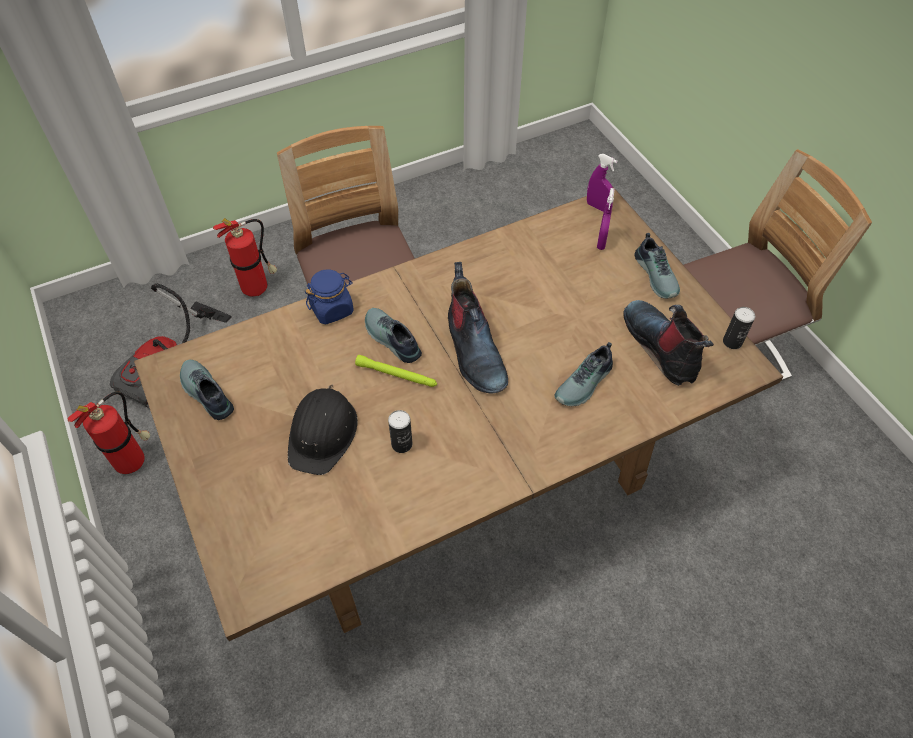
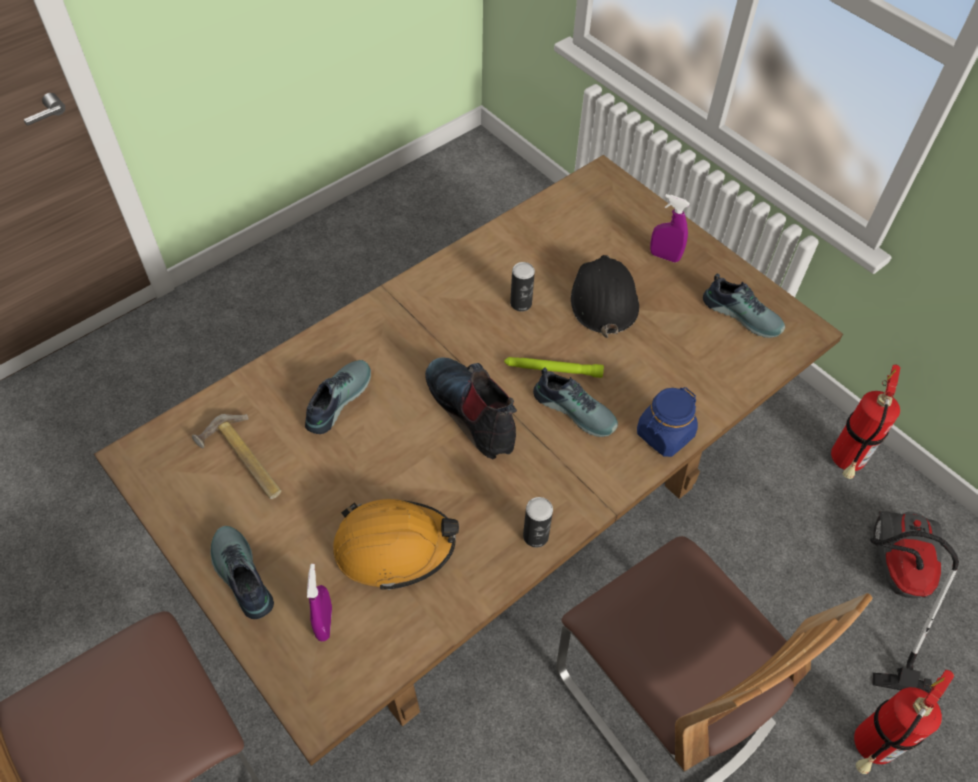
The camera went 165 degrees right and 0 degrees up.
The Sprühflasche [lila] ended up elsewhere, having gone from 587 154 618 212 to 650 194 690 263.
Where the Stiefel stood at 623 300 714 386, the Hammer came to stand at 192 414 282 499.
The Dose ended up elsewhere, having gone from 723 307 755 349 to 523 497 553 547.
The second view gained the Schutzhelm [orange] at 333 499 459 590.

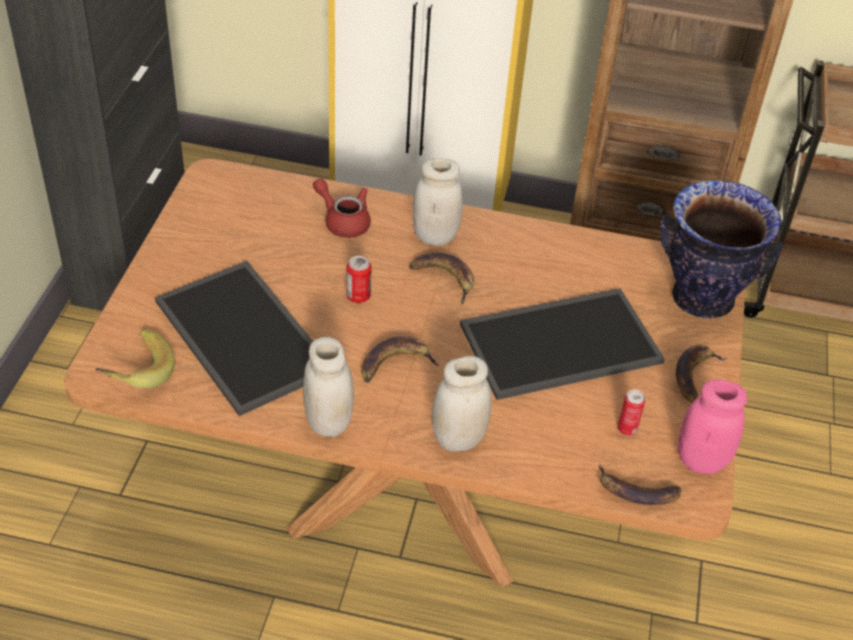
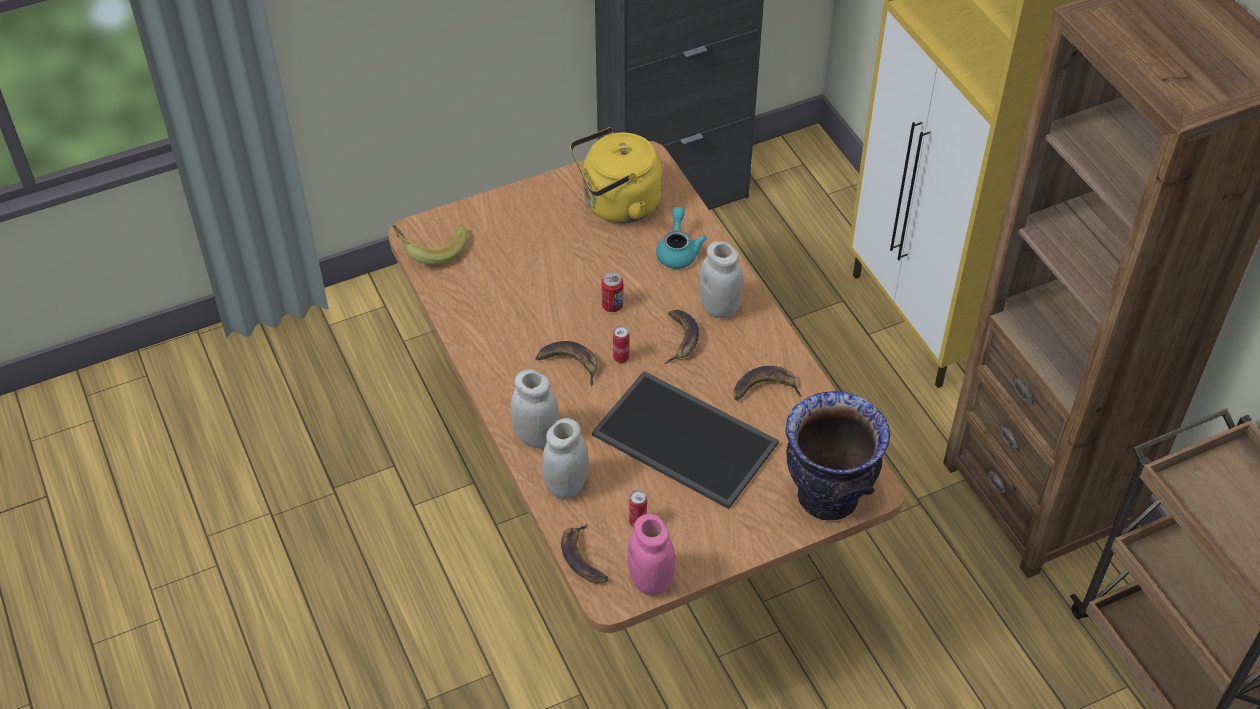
The camera went 55 degrees right and 5 degrees up.
What was the Teekanne [rot] at 313 178 371 238 turned into the Teekanne [türkis] at 656 207 707 269.
The second view lost the Tablett at 155 261 313 416.
The Vorratsglas [weiß] ended up elsewhere, having gone from 303 337 354 437 to 542 418 589 499.
The Banane ended up elsewhere, having gone from 676 345 727 403 to 733 366 802 401.
The second view gained the Wasserkessel [gelb] at 570 127 662 223.
The second view gained the Dose at 613 326 630 363.

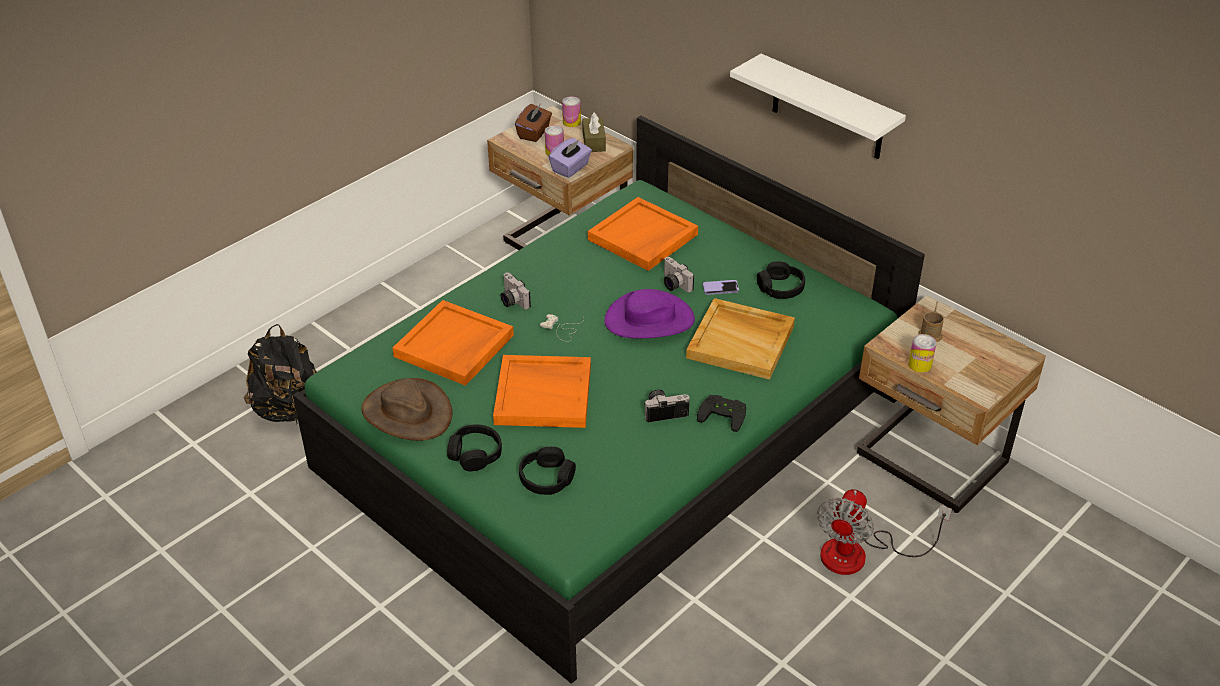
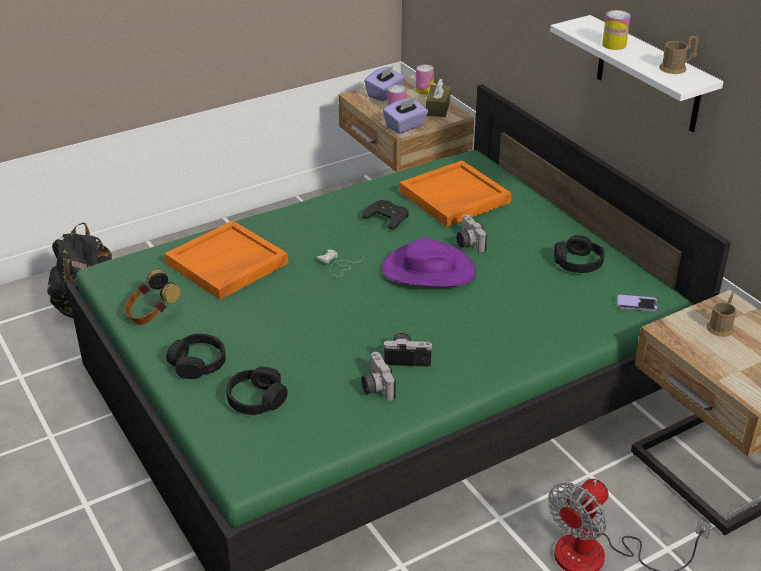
The camera went 15 degrees right and 5 degrees down.
What was the Taschentuchbox [braun] at 515 104 552 142 turned into the Taschentuchbox [lila] at 365 65 405 101.
The Kamera ended up elsewhere, having gone from 501 272 531 309 to 362 352 396 401.
The Handy ended up elsewhere, having gone from 703 280 739 295 to 617 295 657 312.
The second view lost the Tablett [beige] at 686 298 795 380.
The Dose ended up elsewhere, having gone from 908 334 937 373 to 602 10 631 50.
The second view lost the Tablett [orange] at 493 355 591 428.
Where the Hut [braun] stood at 361 378 453 441, the Kopfhörer came to stand at 124 270 181 325.
The Gamepad [schwarz] ended up elsewhere, having gone from 697 395 746 432 to 362 200 409 230.
The second view gained the Henkelbecher [braun] at 659 36 699 74.

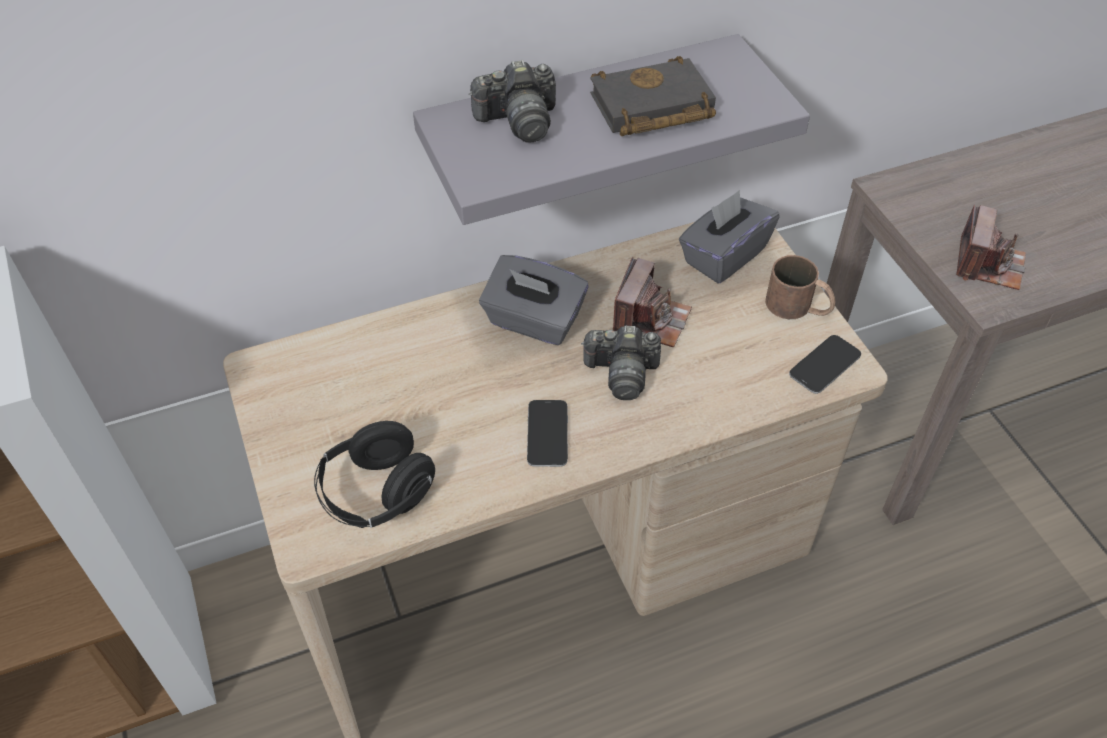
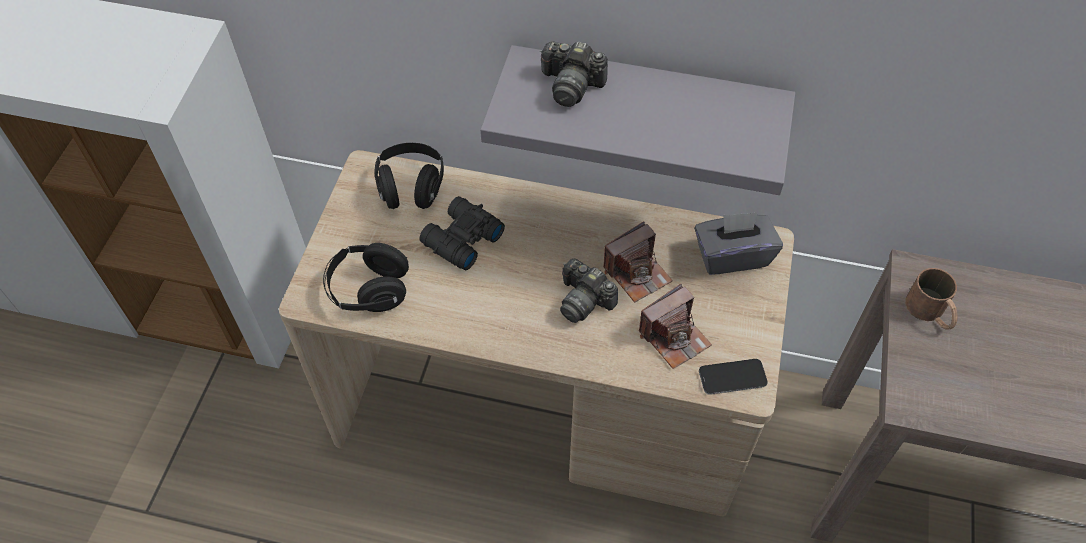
The camera went 35 degrees right and 5 degrees up.
The second view lost the Buch [schwarz] at 590 56 716 136.
The Kamera ended up elsewhere, having gone from 956 205 1026 290 to 639 283 712 369.
The second view lost the Taschentuchbox [grau] at 479 255 589 345.
The Henkelbecher [braun] ended up elsewhere, having gone from 765 255 835 319 to 905 268 958 330.
The second view lost the Handy at 527 400 568 467.
The second view gained the Kopfhörer [schwarz] at 375 143 444 209.
The second view gained the Fernglas [schwarz] at 420 196 505 270.

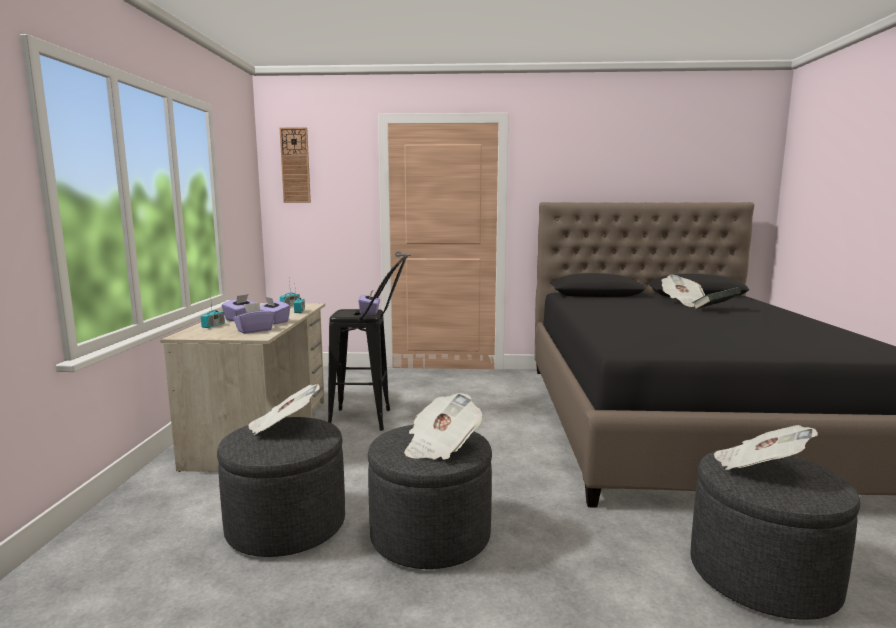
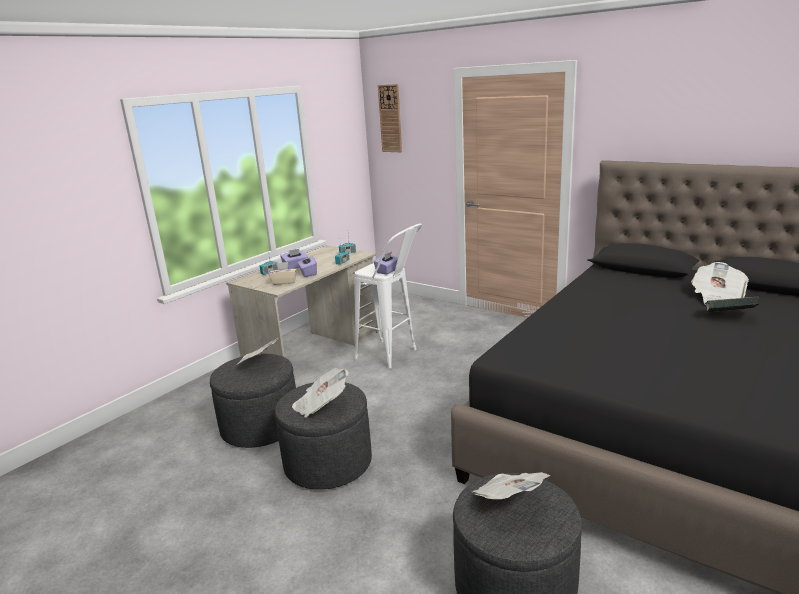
The camera went 35 degrees right and 10 degrees up.
What was the Hocker [schwarz] at 328 255 408 431 turned into the Hocker [weiß] at 354 223 422 368.
What was the Taschentuchbox [lila] at 233 302 275 334 turned into the Taschentuchbox [beige] at 269 262 297 285.

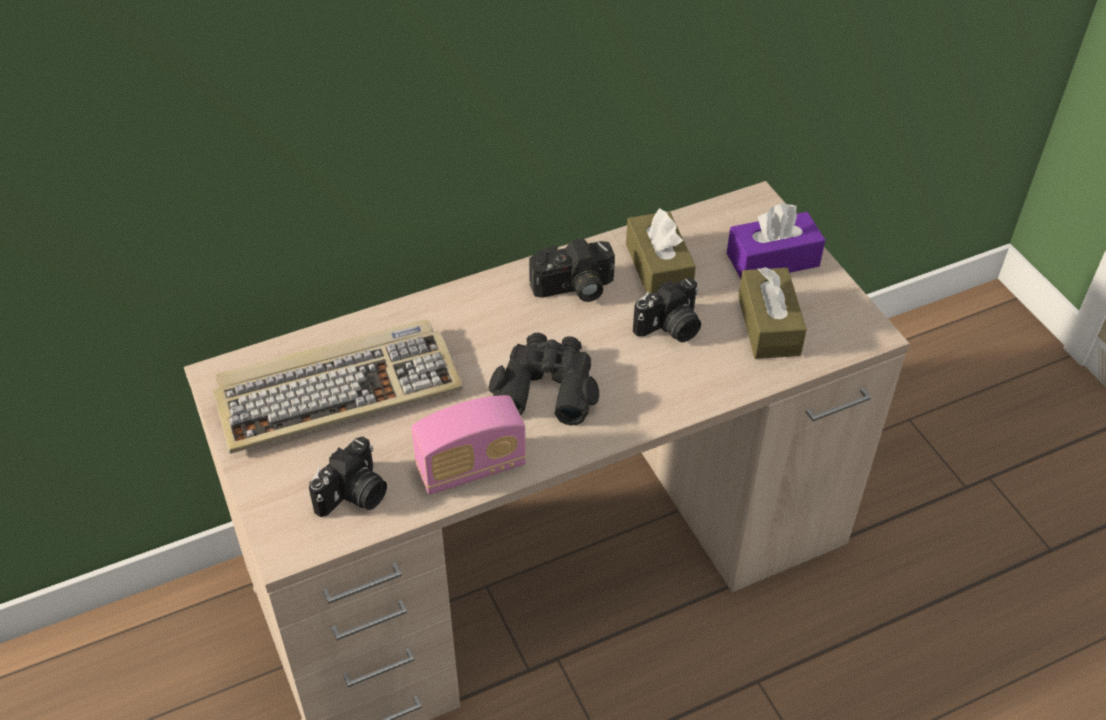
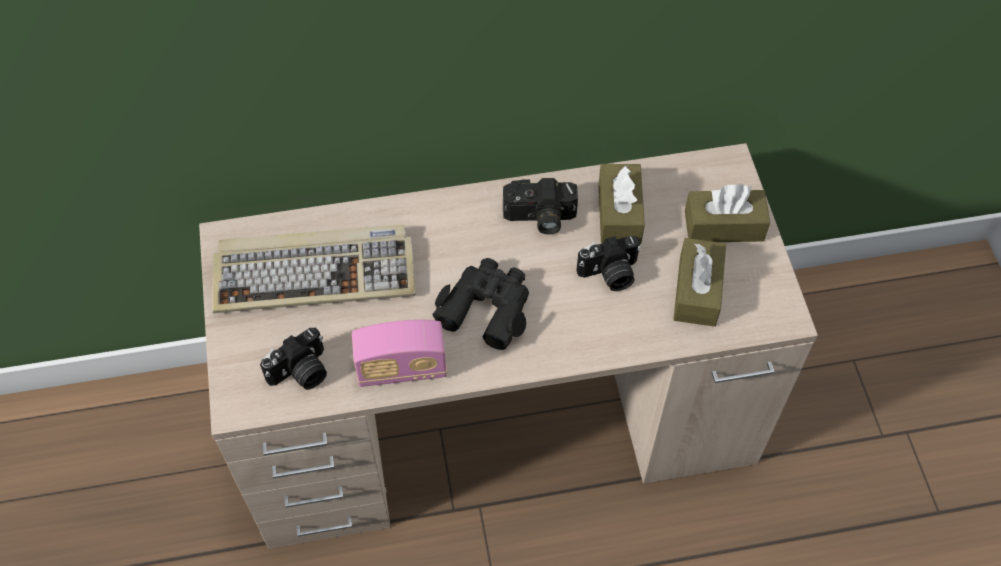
The camera went 15 degrees right and 10 degrees up.
What was the Taschentuchbox [lila] at 727 203 825 279 turned into the Taschentuchbox [braun] at 685 184 770 242.

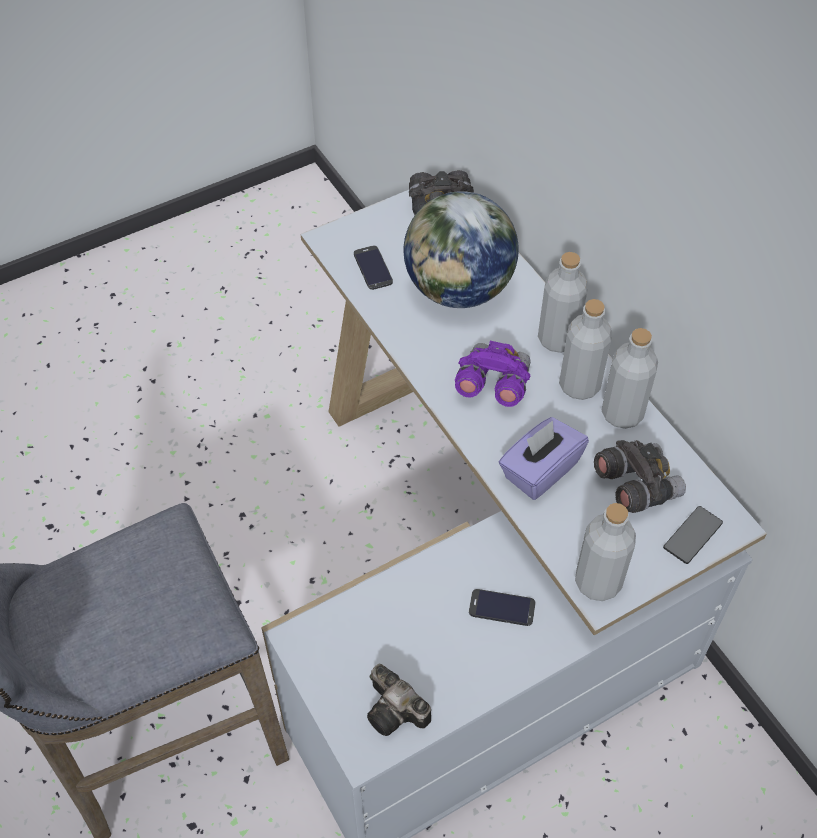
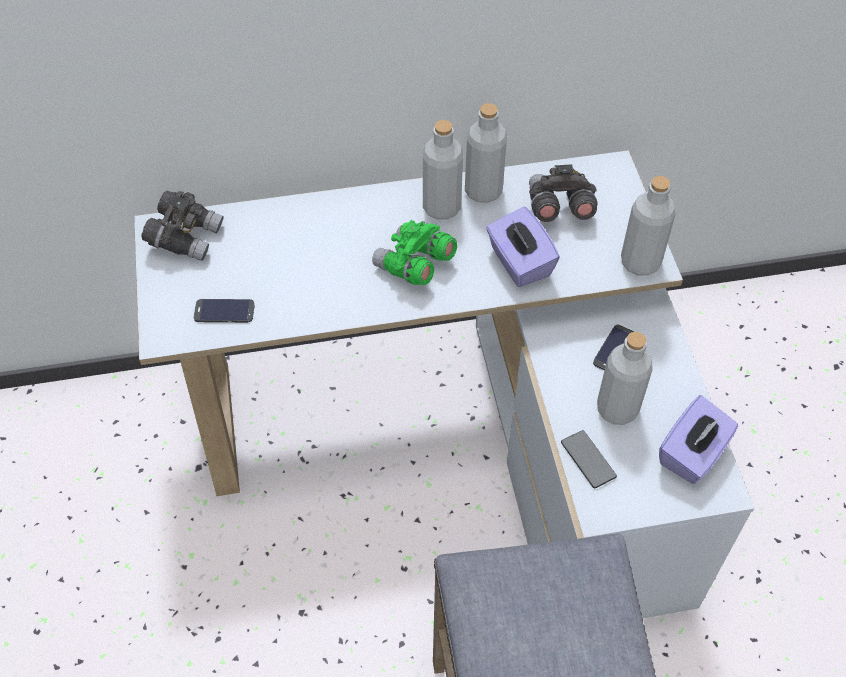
The camera went 70 degrees left and 0 degrees up.
The second view lost the Globus at 403 191 519 308.
The Flasche [grau] ended up elsewhere, having gone from 538 252 588 353 to 597 332 653 425.
What was the Fernglas [lila] at 455 341 531 407 turned into the Fernglas [grün] at 372 220 457 285.
The Handy ended up elsewhere, having gone from 663 506 723 564 to 561 430 617 488.
Where the Kamera stood at 367 664 431 736, the Taschentuchbox [lila] came to stand at 659 395 738 484.

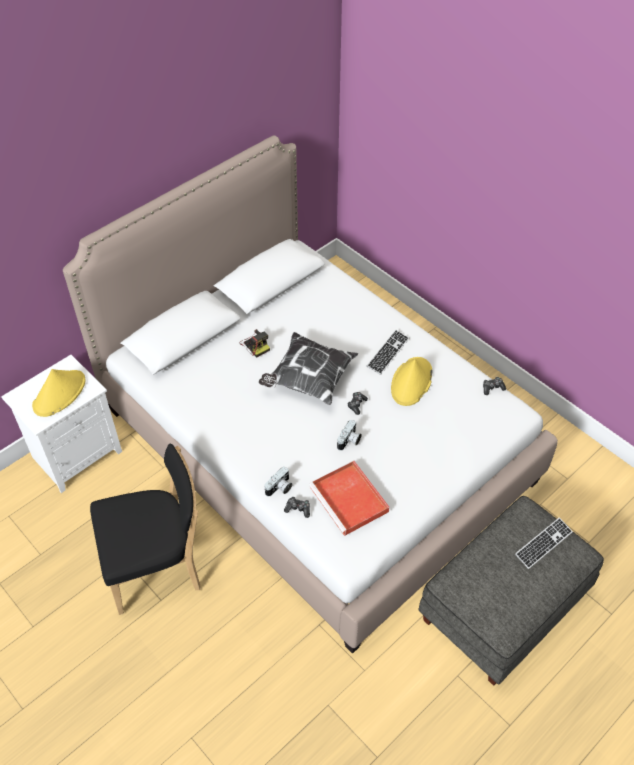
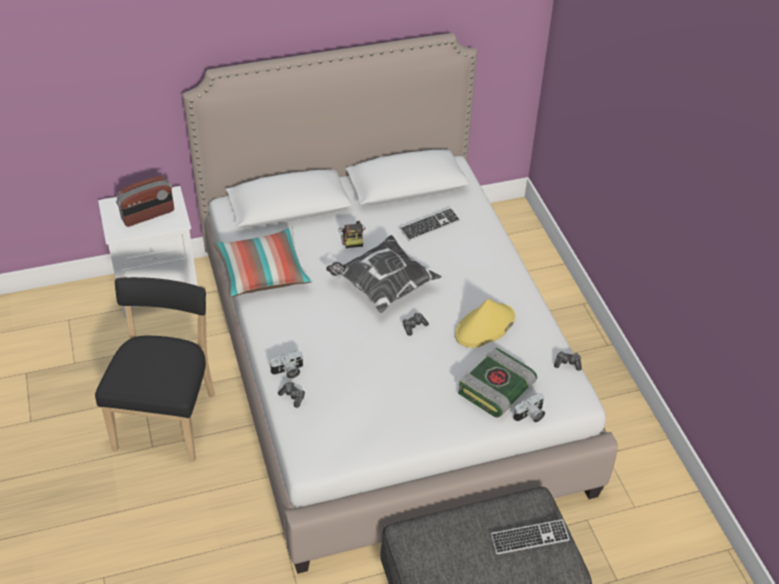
The camera went 25 degrees right and 5 degrees down.
The Tastatur ended up elsewhere, having gone from 366 330 409 375 to 400 208 460 241.
Where the Hut [gelb] stood at 32 369 85 417, the Radio came to stand at 116 175 174 227.
The Kamera ended up elsewhere, having gone from 337 420 362 451 to 513 393 545 422.
The Stuhl [schwarz] at 90 444 201 615 ended up facing another way, 90 degrees counterclockwise from before.
The second view lost the Tablett [rot] at 309 461 390 536.
The second view gained the Kissen at 213 227 312 298.
The second view gained the Buch at 458 347 537 418.

